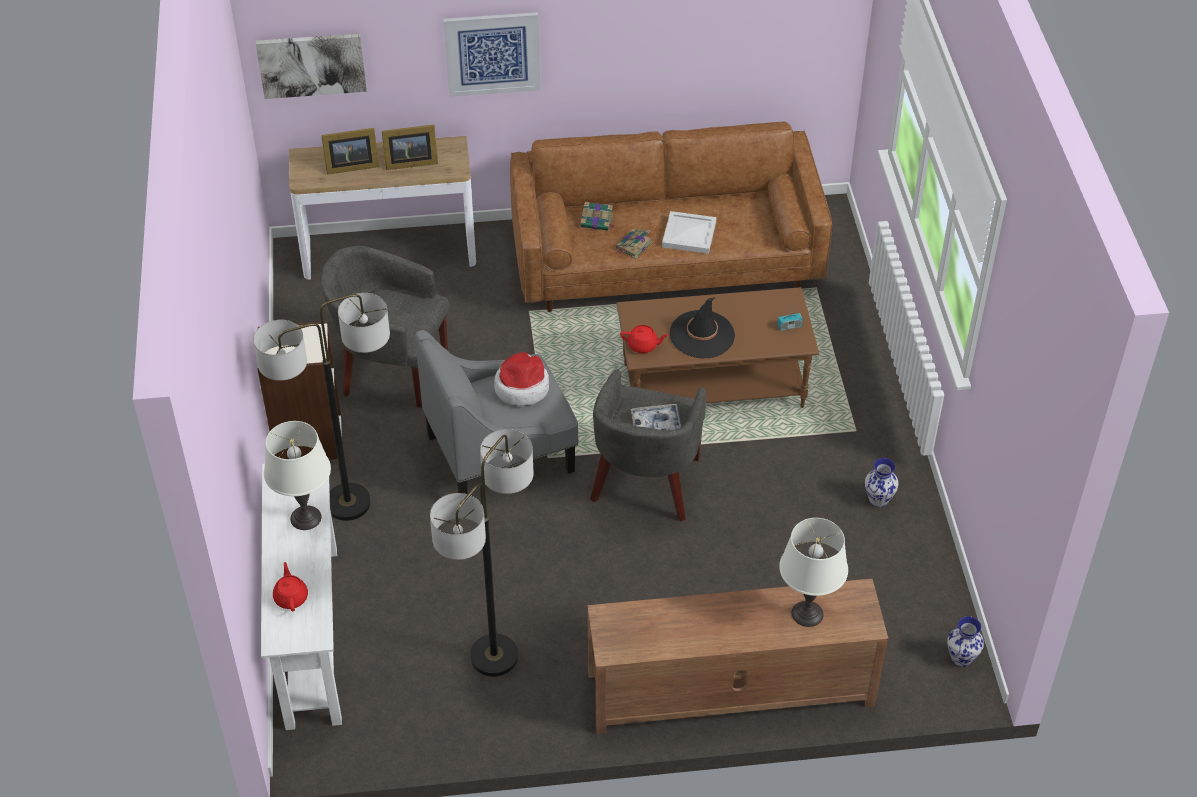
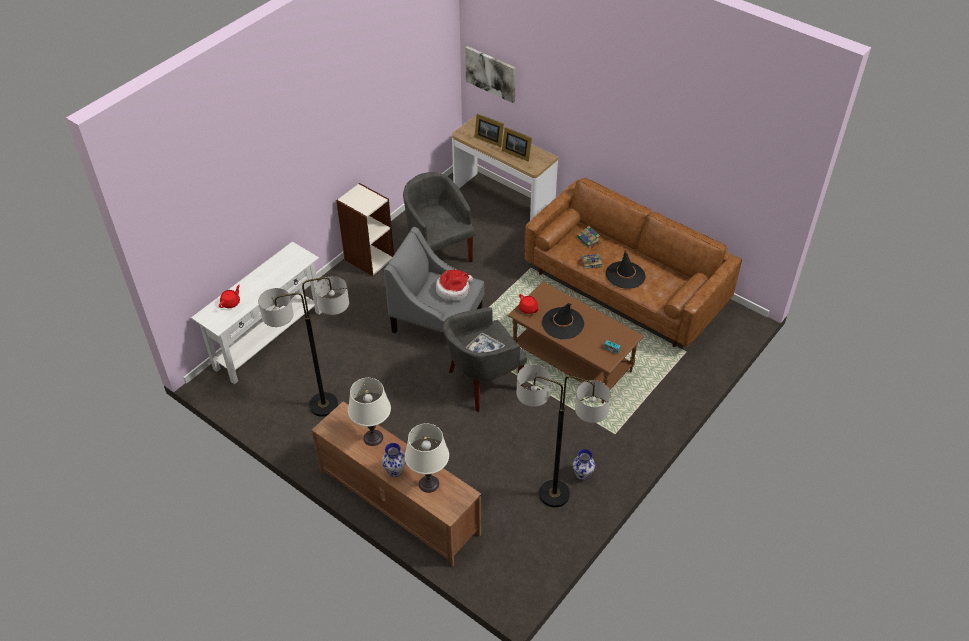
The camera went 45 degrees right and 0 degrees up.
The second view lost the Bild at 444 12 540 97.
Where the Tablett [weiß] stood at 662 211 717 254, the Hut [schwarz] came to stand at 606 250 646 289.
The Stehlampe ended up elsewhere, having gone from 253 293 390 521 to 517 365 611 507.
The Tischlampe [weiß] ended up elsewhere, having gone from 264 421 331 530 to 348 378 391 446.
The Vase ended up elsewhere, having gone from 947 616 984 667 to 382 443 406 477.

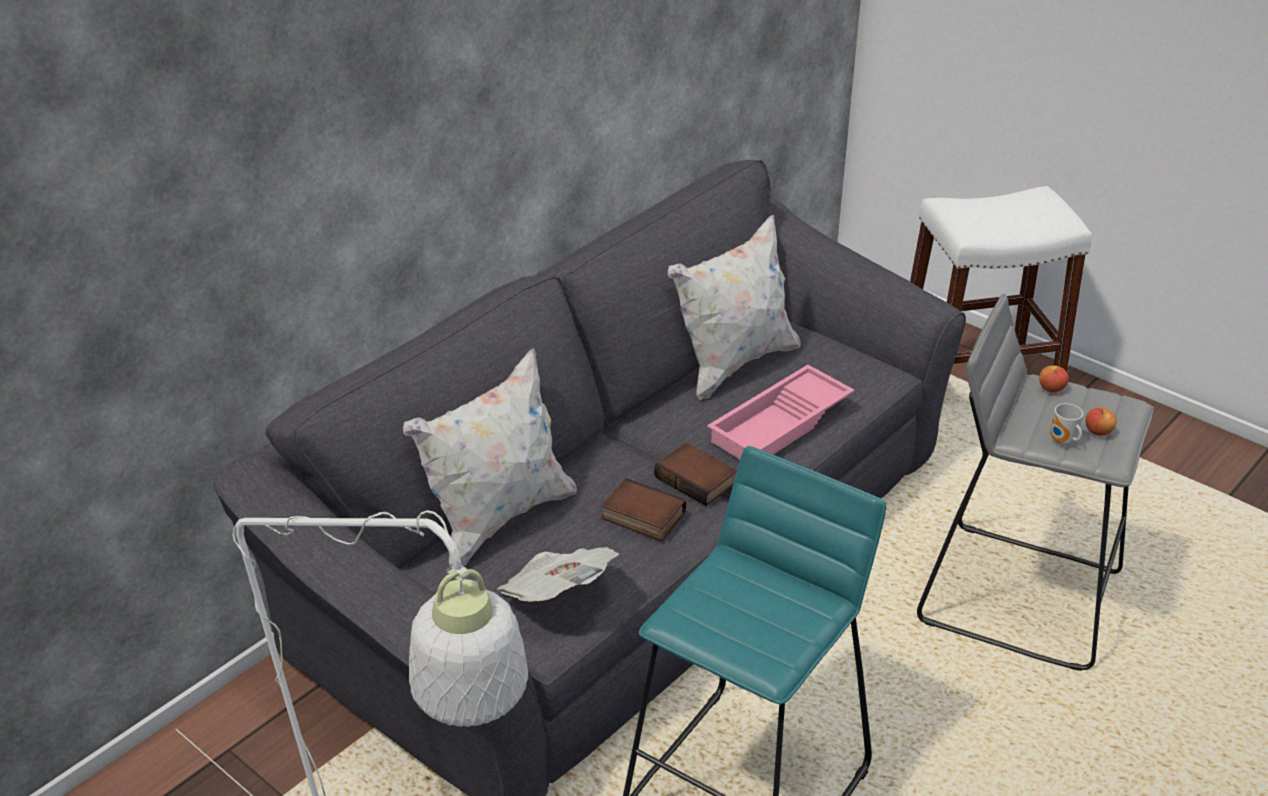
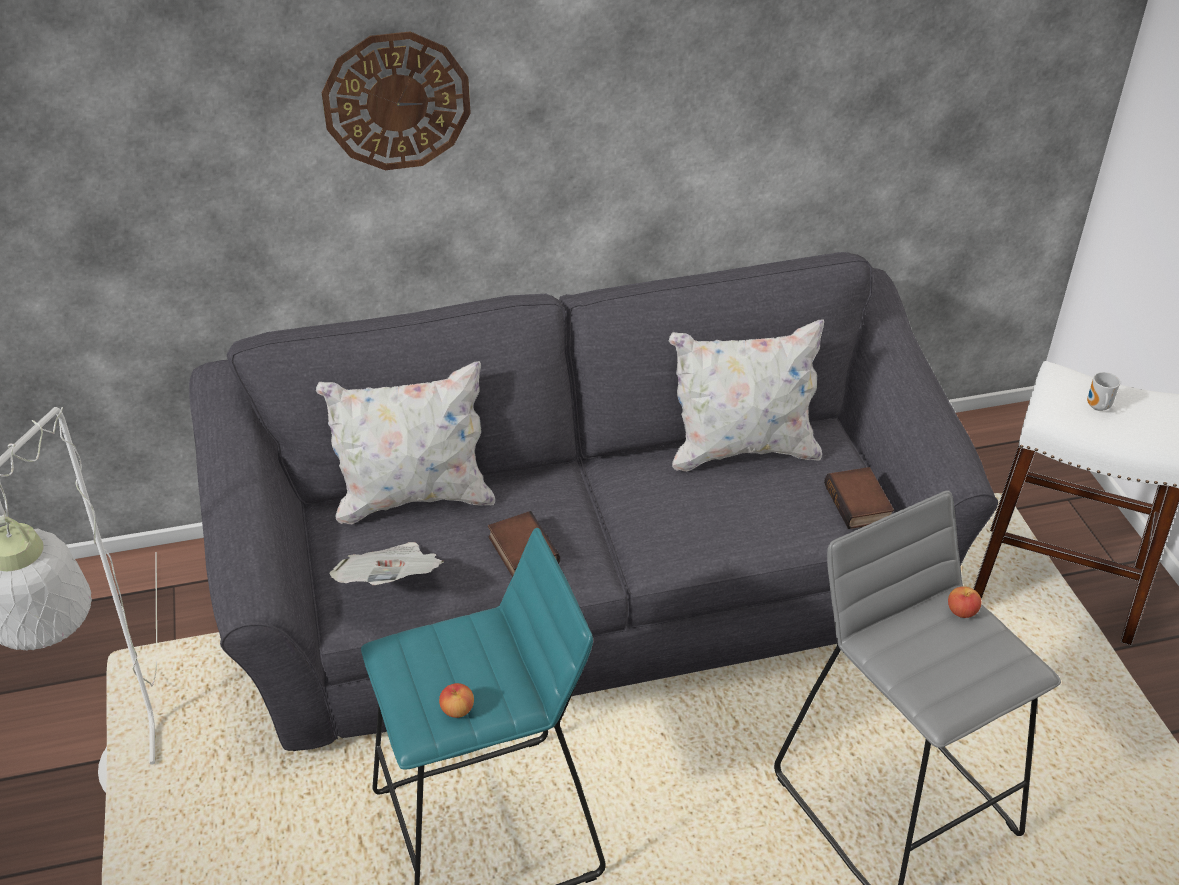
The camera went 35 degrees right and 5 degrees up.
The second view lost the Tablett [rosa] at 707 365 854 459.
The Henkelbecher ended up elsewhere, having gone from 1050 403 1083 445 to 1087 372 1120 411.
The Apfel ended up elsewhere, having gone from 1085 407 1117 436 to 439 683 474 718.
The Buch ended up elsewhere, having gone from 654 443 737 506 to 824 467 894 529.
The second view gained the Wanduhr at 322 31 471 170.

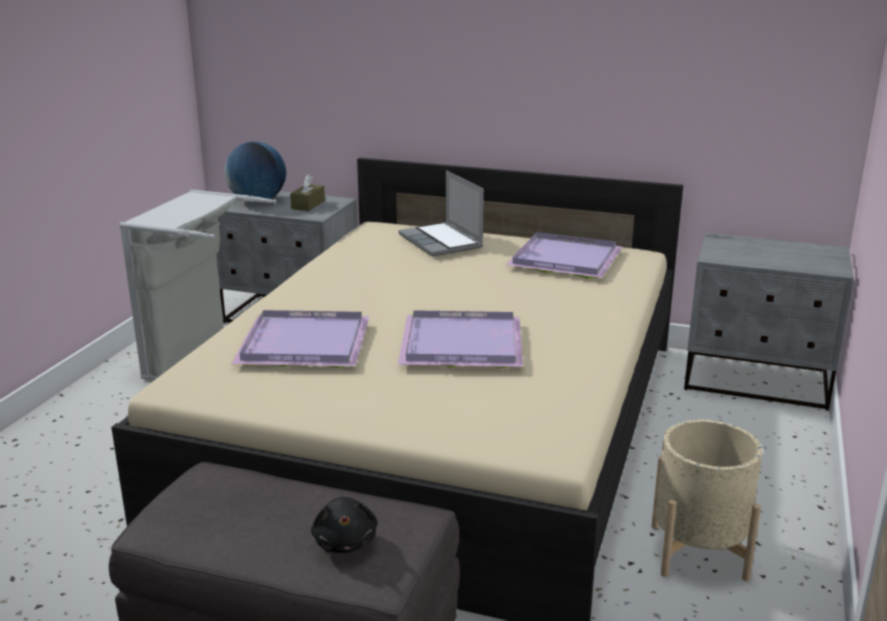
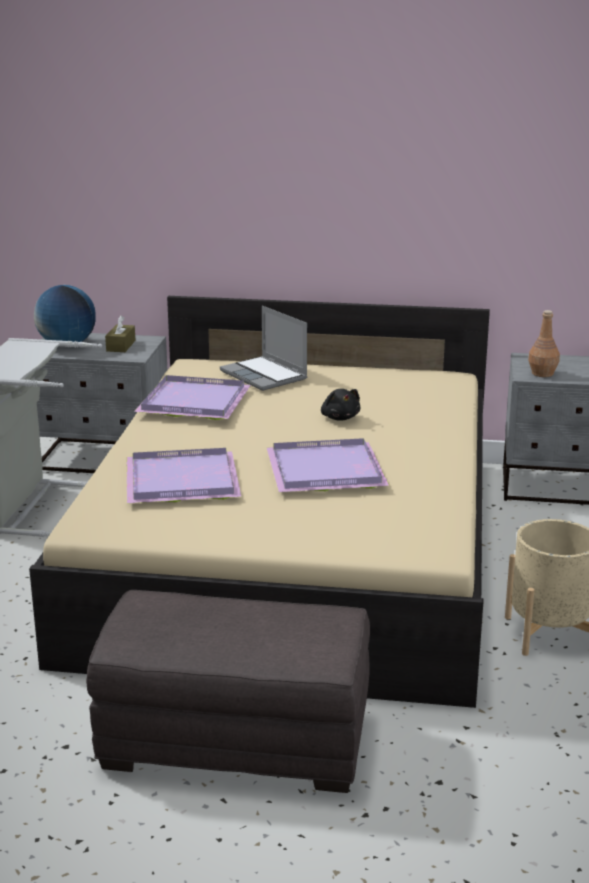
The camera went 10 degrees left and 0 degrees up.
The Tablett [lila] ended up elsewhere, having gone from 506 232 622 278 to 134 375 251 420.
The Plüschtier [schwarz] ended up elsewhere, having gone from 311 497 377 553 to 321 389 360 421.
The second view gained the Flasche [braun] at 528 310 560 377.

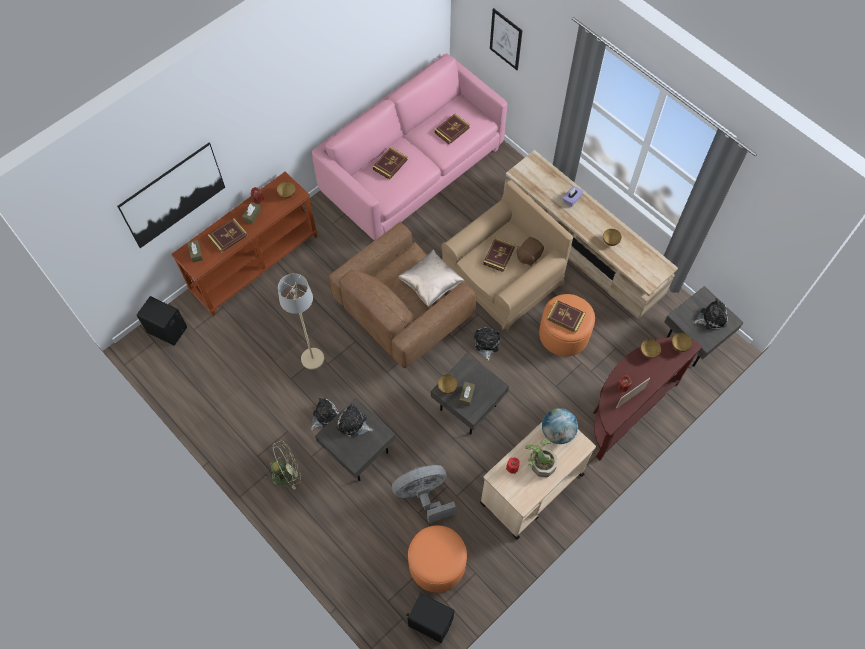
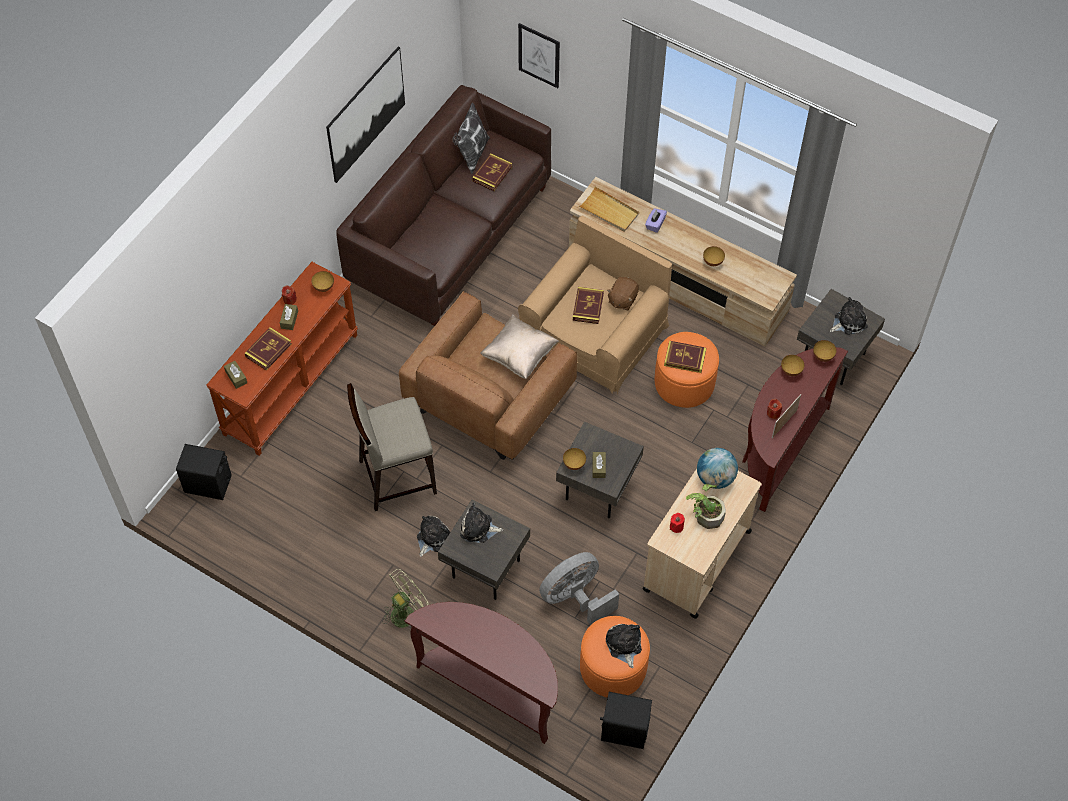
The camera went 15 degrees left and 5 degrees down.
What was the Sofa [rosa] at 312 53 507 240 turned into the Sofa [braun] at 336 85 551 326.
The Bild ended up elsewhere, having gone from 117 143 225 248 to 326 47 405 183.
The second view lost the Buch at 373 147 408 180.
Where the Stehlampe [beige] stood at 278 273 324 370, the Hocker [beige] came to stand at 347 383 437 511.
The Plüschtier ended up elsewhere, having gone from 474 327 500 361 to 606 624 642 668.
The second view gained the Kissen at 453 102 490 174.
The second view gained the Tablett [beige] at 578 186 639 232.
The second view gained the Konsolentisch [braun] at 405 602 558 744.

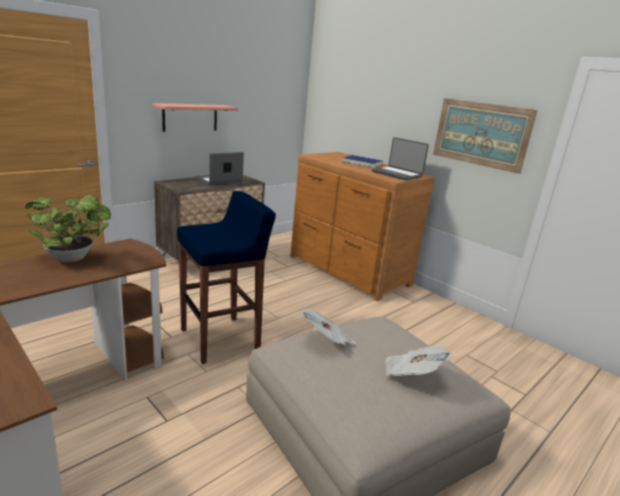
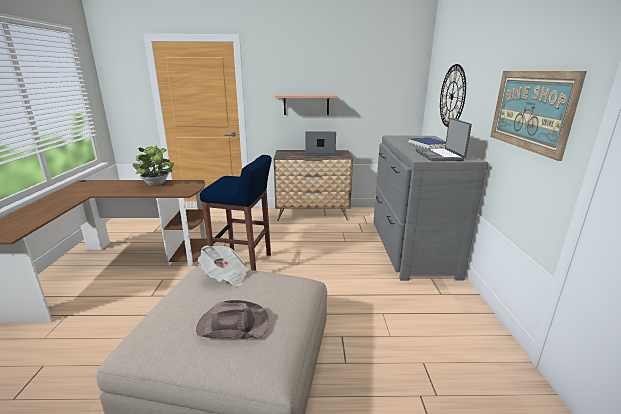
The camera went 45 degrees right and 0 degrees up.
What was the Kommode [braun] at 290 152 435 301 turned into the Kommode [grau] at 373 136 488 281.
Where the Zeitung stood at 385 346 451 376, the Hut [braun] came to stand at 196 300 269 339.
The second view gained the Wanduhr at 440 64 466 127.

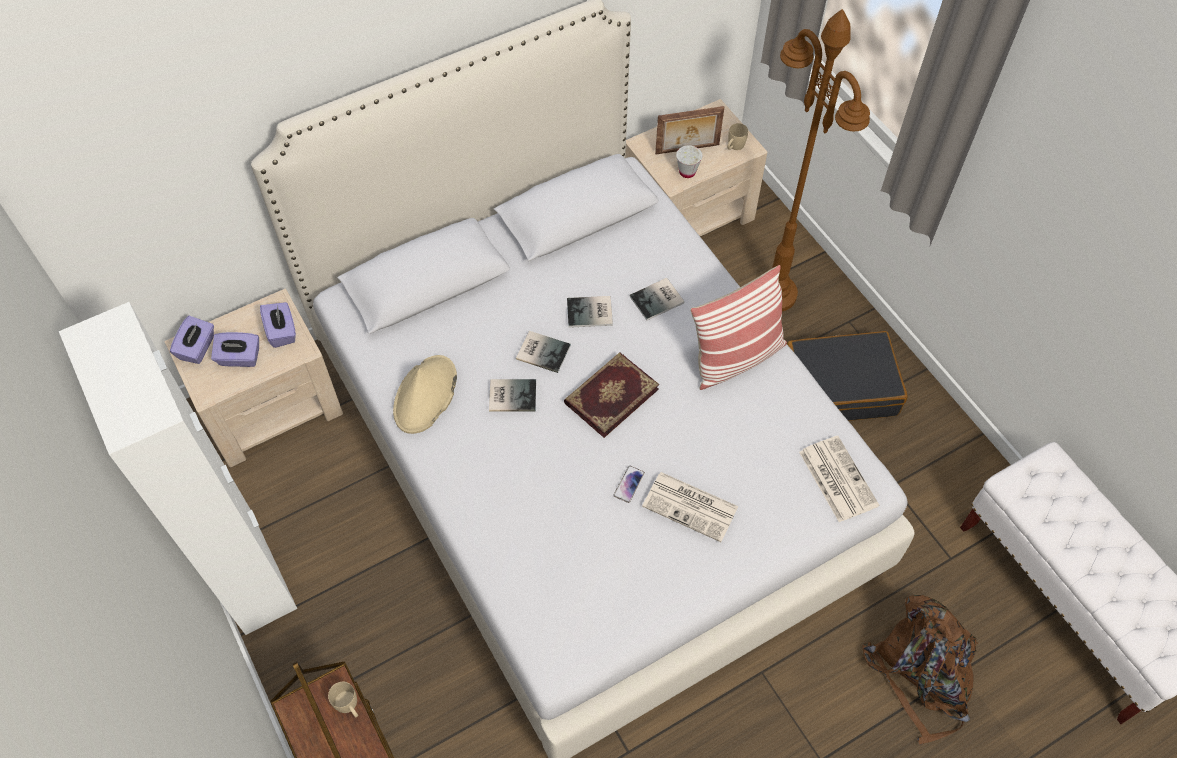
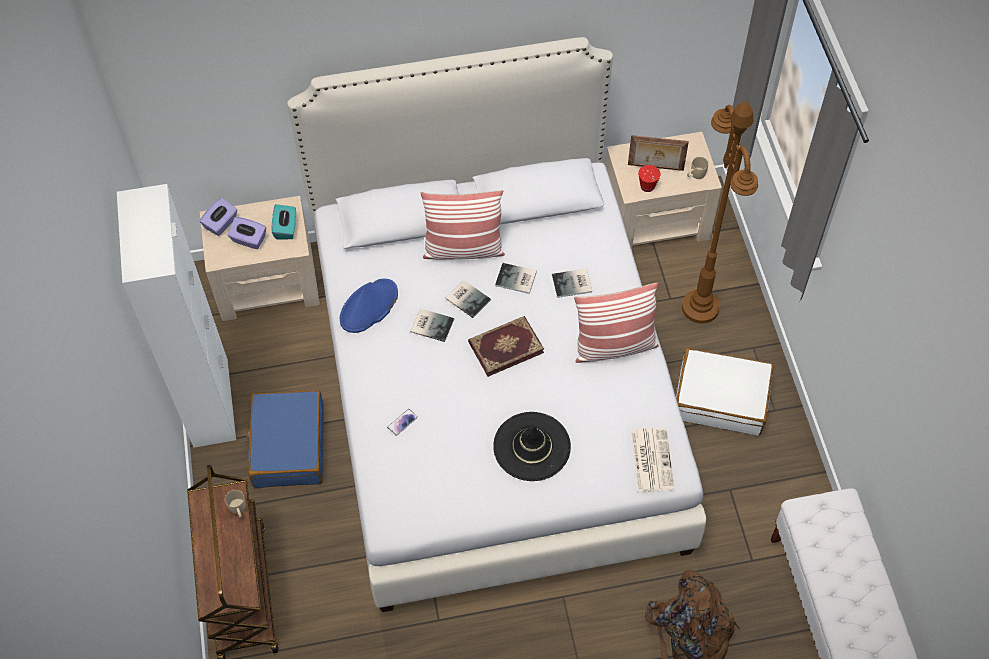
The camera went 20 degrees right and 0 degrees up.
What was the Tasse [weiß] at 676 145 702 178 turned into the Tasse [rot] at 638 165 661 192.
What was the Taschentuchbox [lila] at 260 302 296 348 turned into the Taschentuchbox [türkis] at 272 204 296 239.
What was the Koffer [schwarz] at 787 331 908 421 turned into the Koffer [weiß] at 676 348 774 436.
What was the Hut [beige] at 393 355 457 434 turned into the Hut [blau] at 340 279 398 333.
The Handy ended up elsewhere, having gone from 613 466 645 503 to 387 409 418 436.
Where the Zeitung stood at 642 472 738 542, the Hut [schwarz] came to stand at 493 412 571 481.
The second view gained the Kissen at 420 190 505 260.
The second view gained the Koffer [blau] at 246 390 324 488.

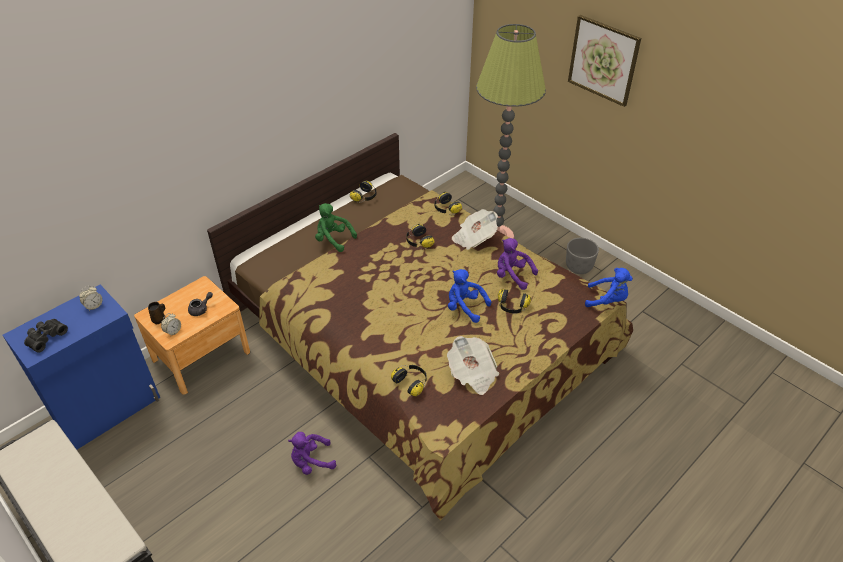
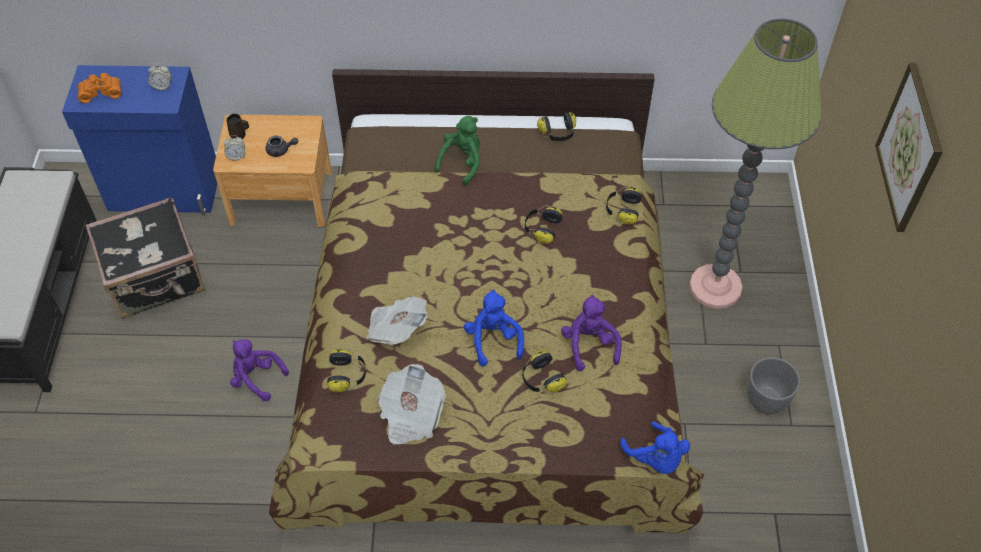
The camera went 45 degrees right and 10 degrees up.
The Plüschtier [grün] at 315 203 357 252 ended up facing another way, 45 degrees clockwise from before.
The Zeitung ended up elsewhere, having gone from 452 209 498 250 to 366 296 427 345.
What was the Fernglas [schwarz] at 24 319 68 353 turned into the Fernglas [orange] at 78 73 121 103.
The second view gained the Koffer [schwarz] at 85 197 205 319.

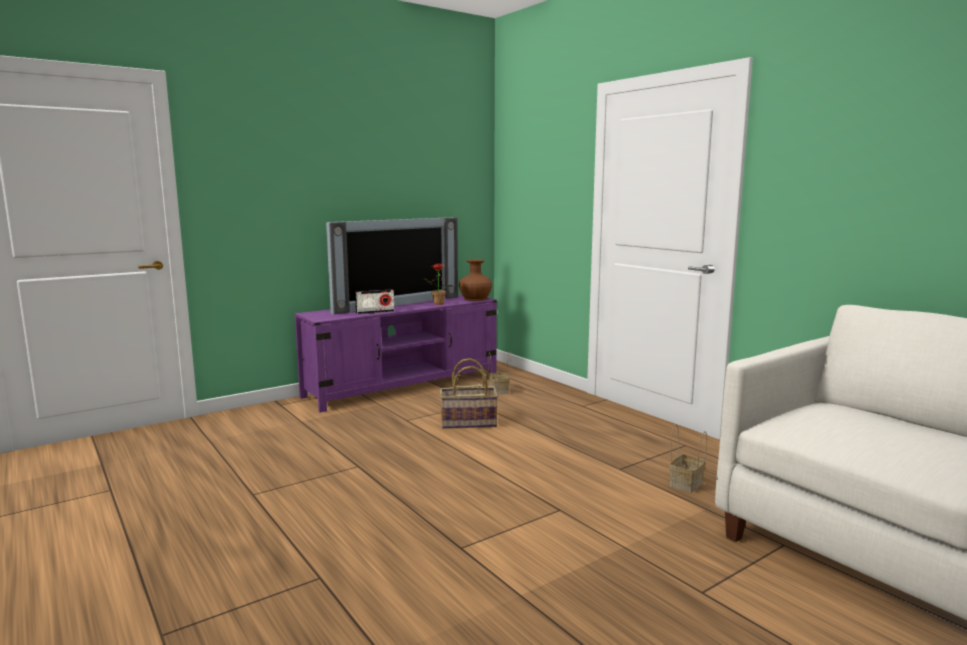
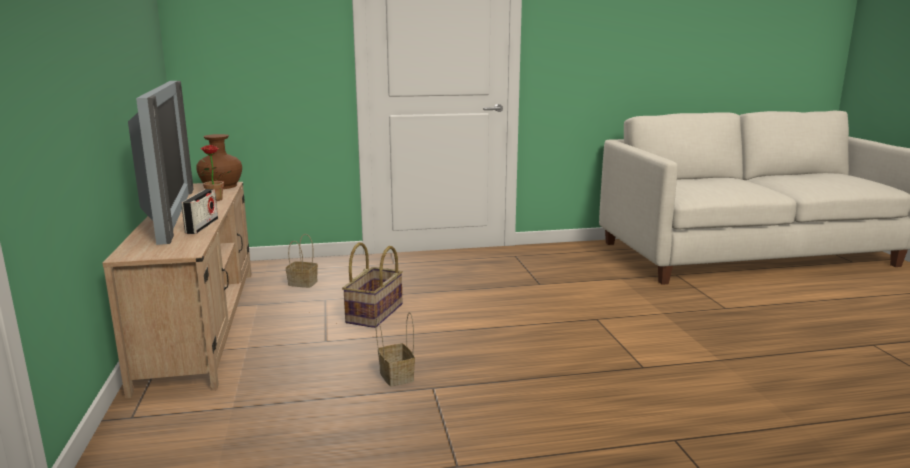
The camera went 65 degrees left and 5 degrees up.
What was the Fernsehschrank [lila] at 294 294 497 413 turned into the Fernsehschrank [beige] at 102 182 252 398.
The Korb ended up elsewhere, having gone from 670 424 707 493 to 376 312 415 387.

